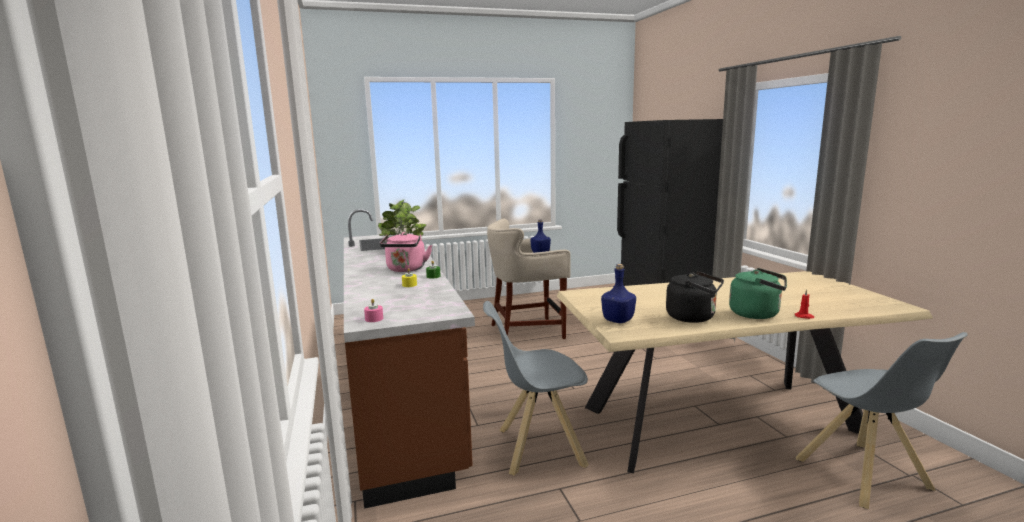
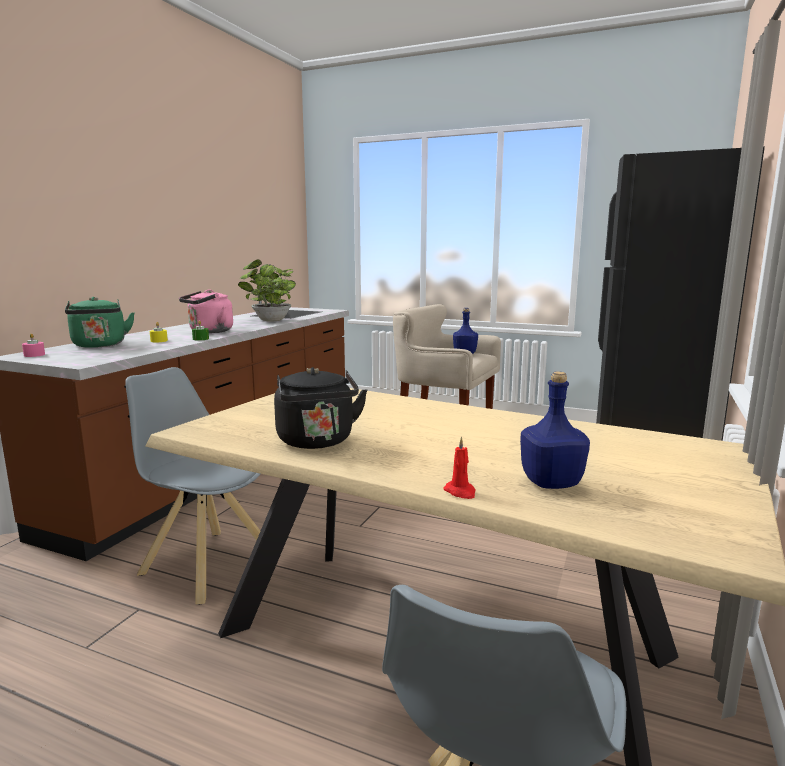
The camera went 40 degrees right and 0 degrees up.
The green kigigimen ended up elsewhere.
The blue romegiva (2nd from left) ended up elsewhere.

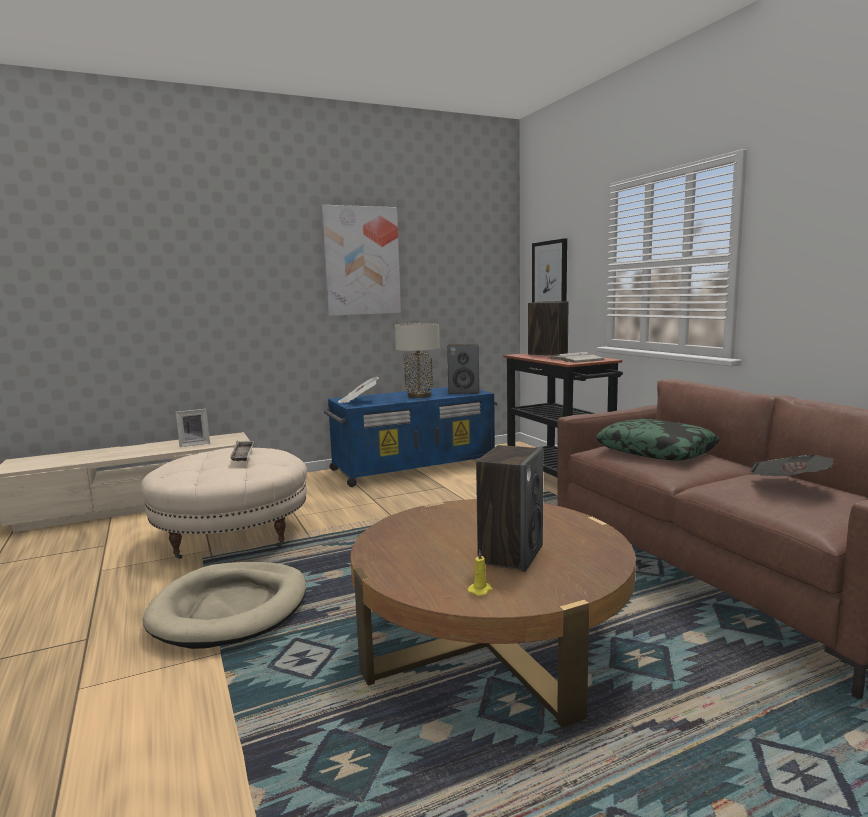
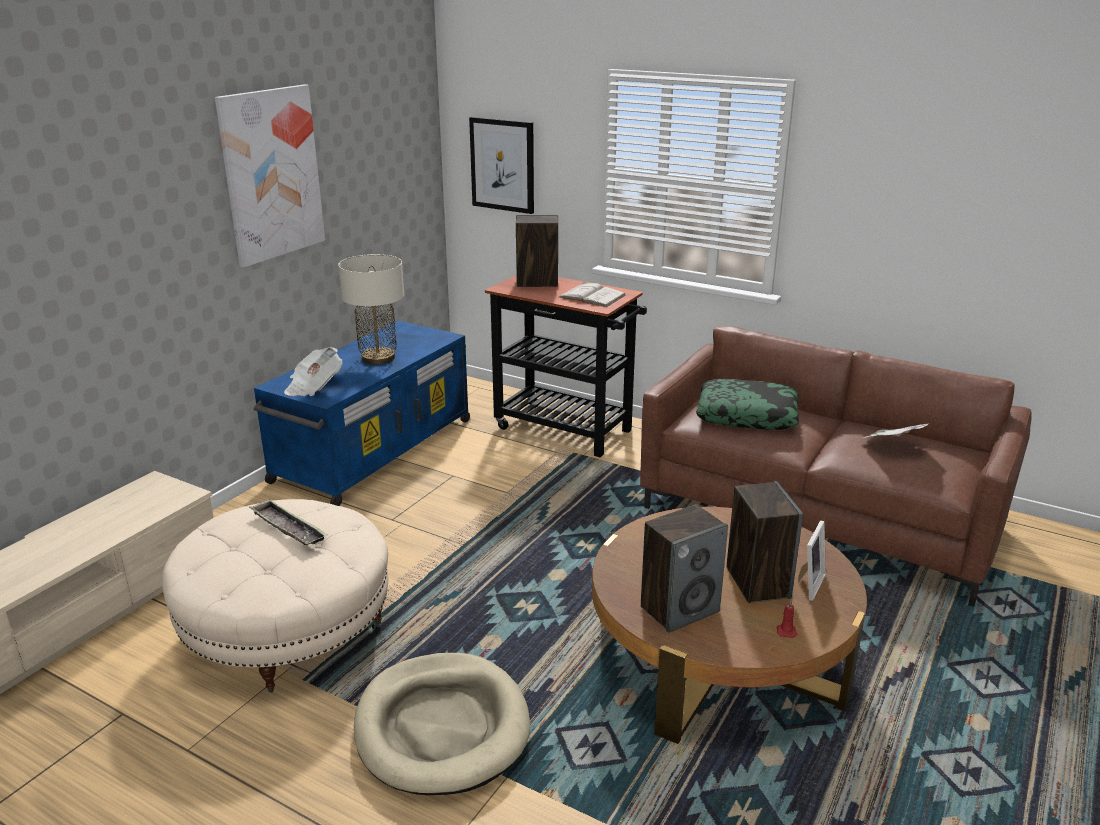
The camera went 35 degrees left and 15 degrees up.
The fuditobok (1st from left in the first image) ended up elsewhere.
What was the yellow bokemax turned into the red bokemax.
The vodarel ended up elsewhere.

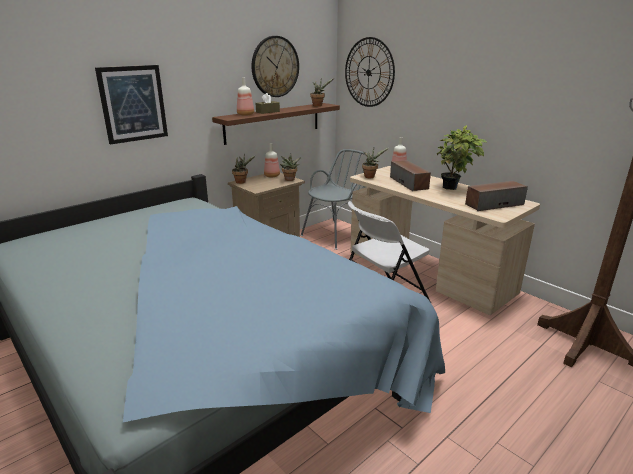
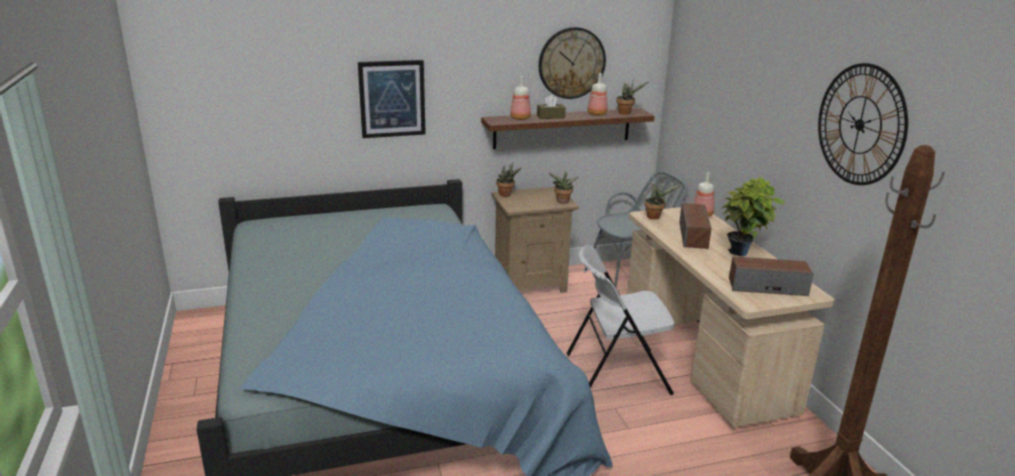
The camera went 25 degrees right and 0 degrees up.
The romegiva (2nd from left) ended up elsewhere.
The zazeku (2nd from left) ended up elsewhere.

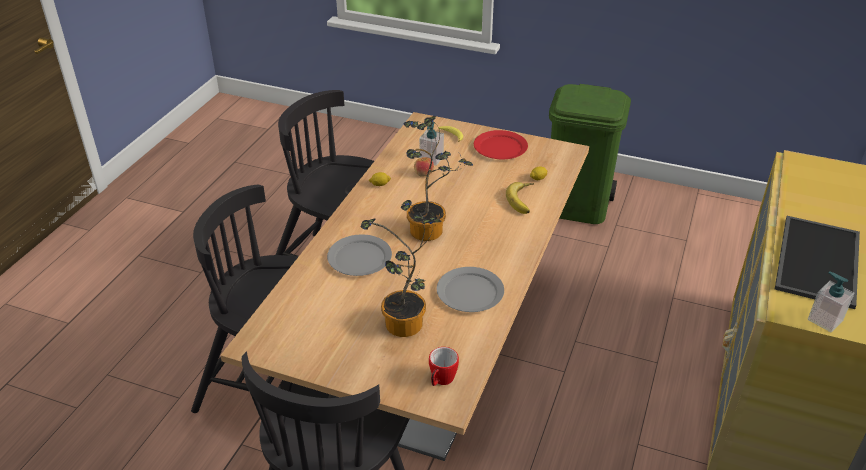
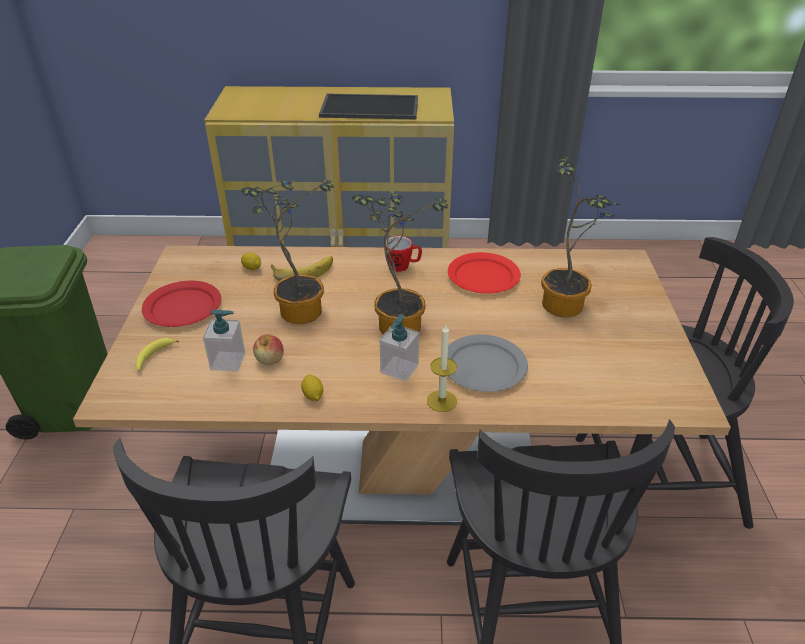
The camera went 110 degrees left and 0 degrees up.
The second view gained the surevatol (1st from left).
The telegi (2nd from left) ended up elsewhere.
The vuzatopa ended up elsewhere.
The second view gained the bokemax.
What was the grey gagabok (2nd from left) turned into the red gagabok (2nd from left).

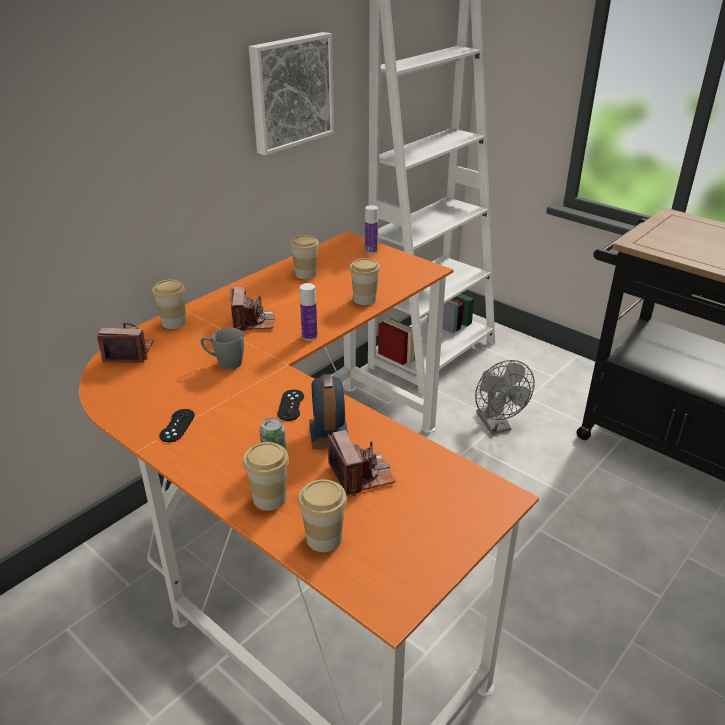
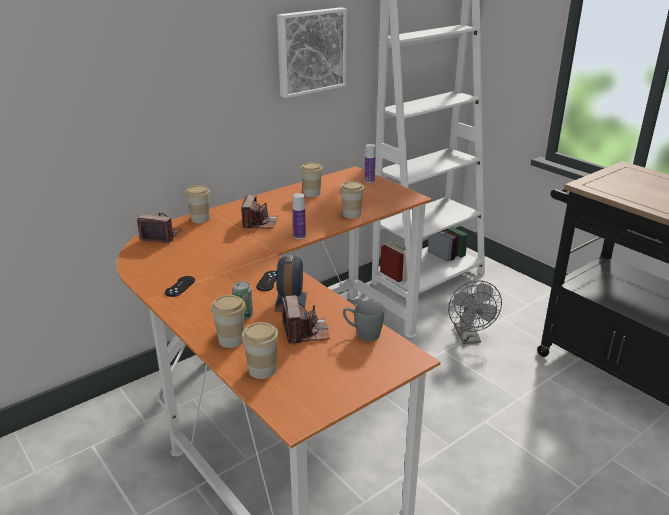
The camera went 10 degrees right and 5 degrees down.
The grey vuzatopa ended up elsewhere.

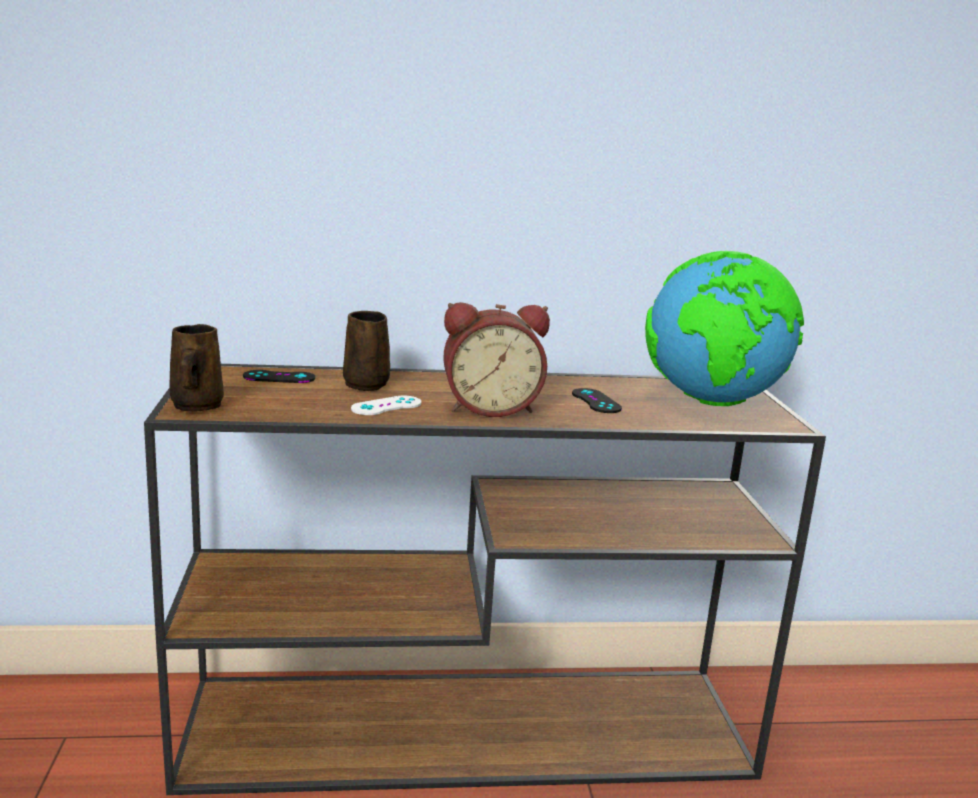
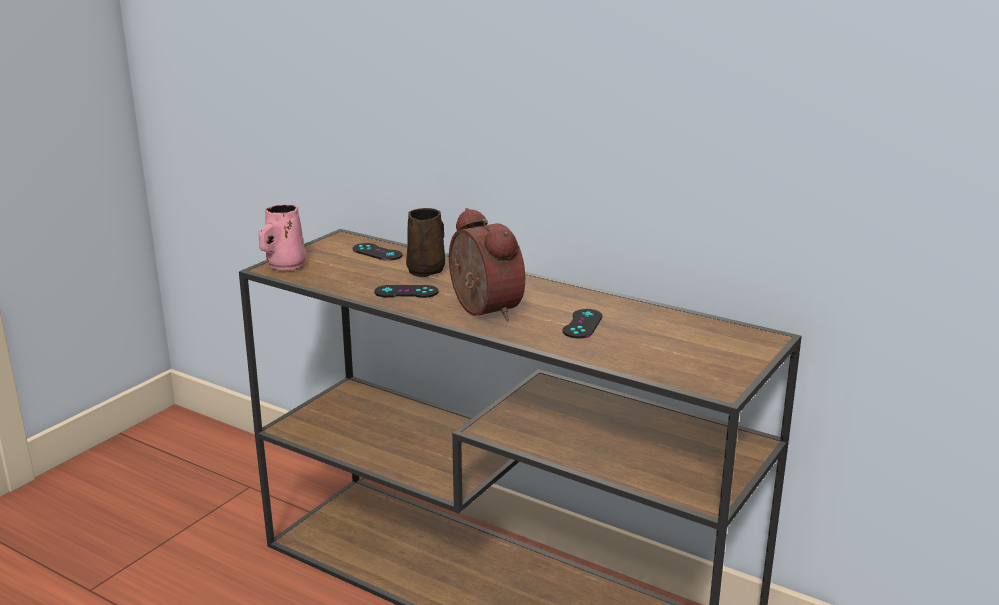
The camera went 40 degrees right and 5 degrees up.
What was the brown vuzatopa (1st from left) turned into the pink vuzatopa.
What was the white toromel turned into the black toromel (2nd from left).
The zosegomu ended up facing another way, 150 degrees counterclockwise from before.
The second view lost the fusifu.

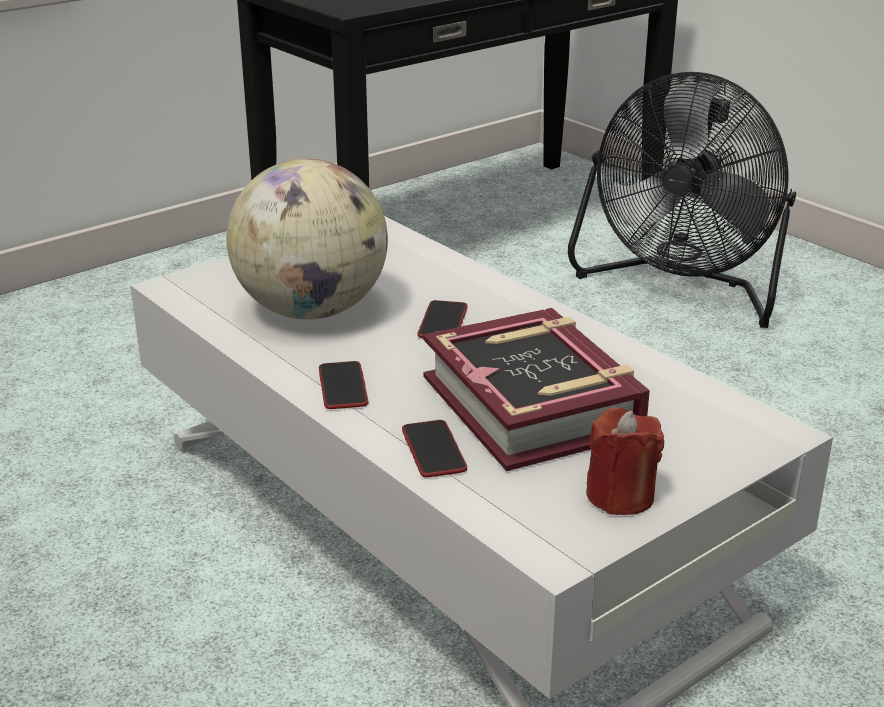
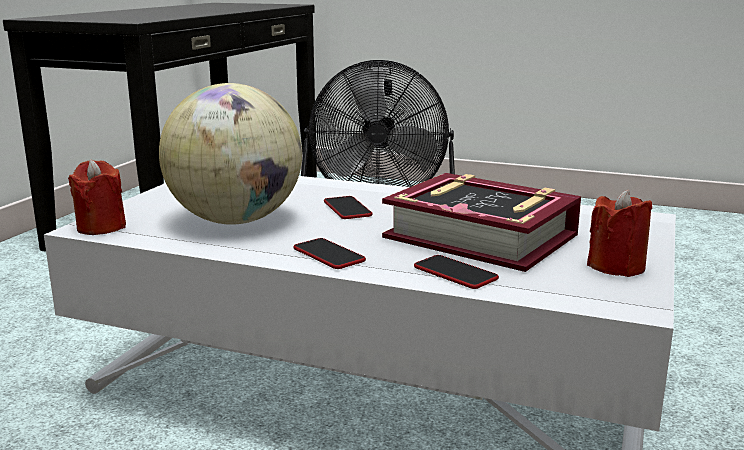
The camera went 30 degrees left and 10 degrees down.
The second view gained the red bokemax (1st from left).

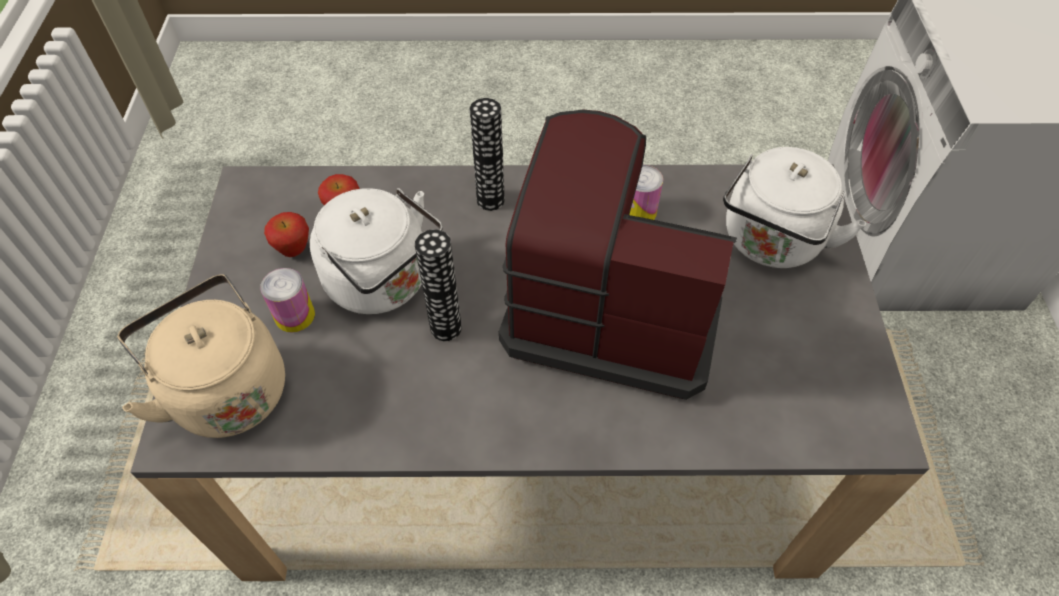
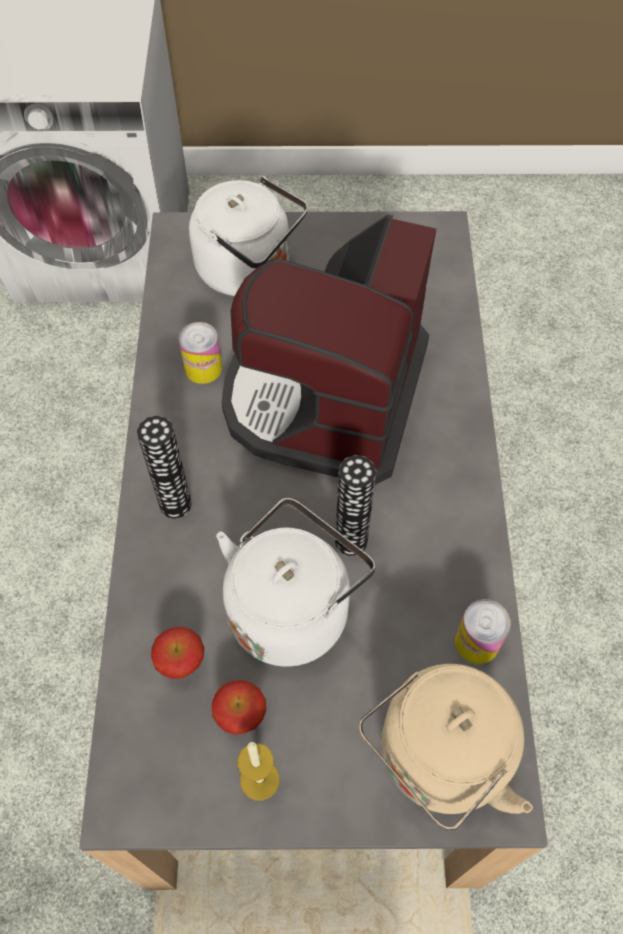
The camera went 90 degrees left and 5 degrees up.
The second view gained the bokemax.
The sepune (1st from left in the first image) ended up elsewhere.

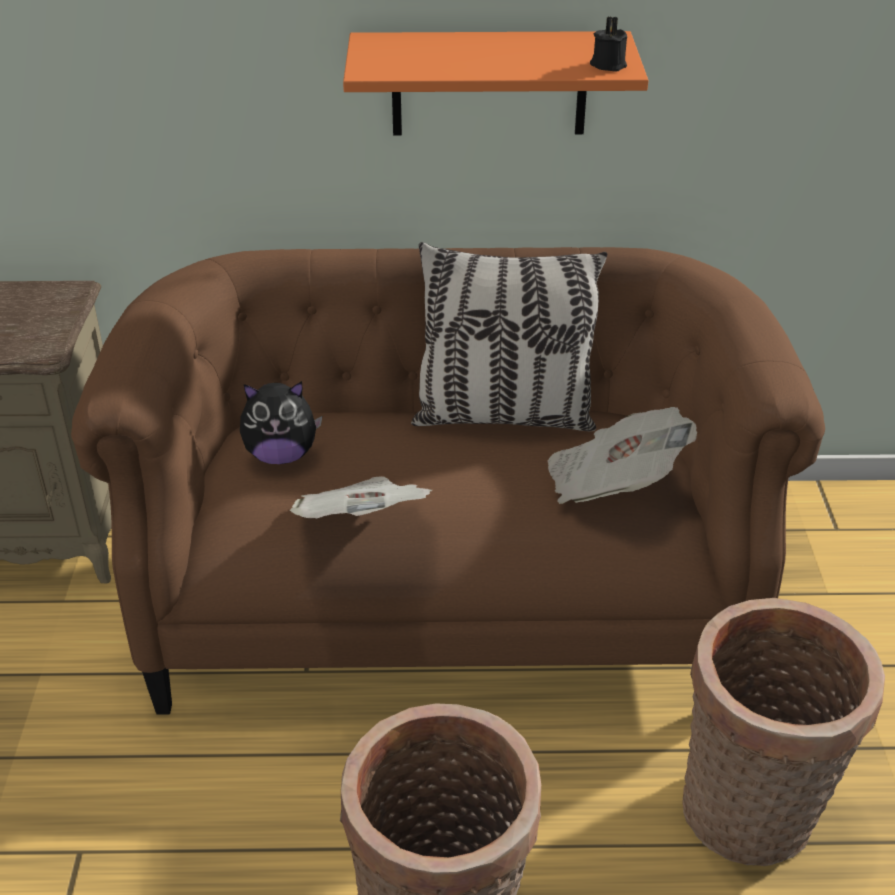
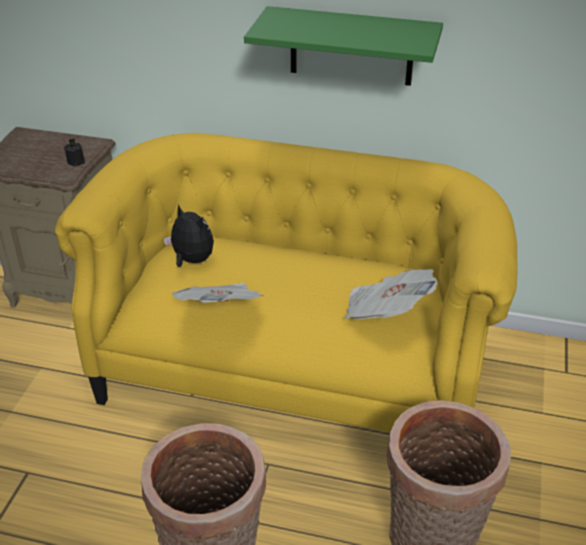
The camera went 15 degrees right and 0 degrees up.
What was the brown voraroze turned into the yellow voraroze.
The black bokemax ended up elsewhere.
The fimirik ended up facing another way, 150 degrees counterclockwise from before.
What was the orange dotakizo turned into the green dotakizo.
The second view lost the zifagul.

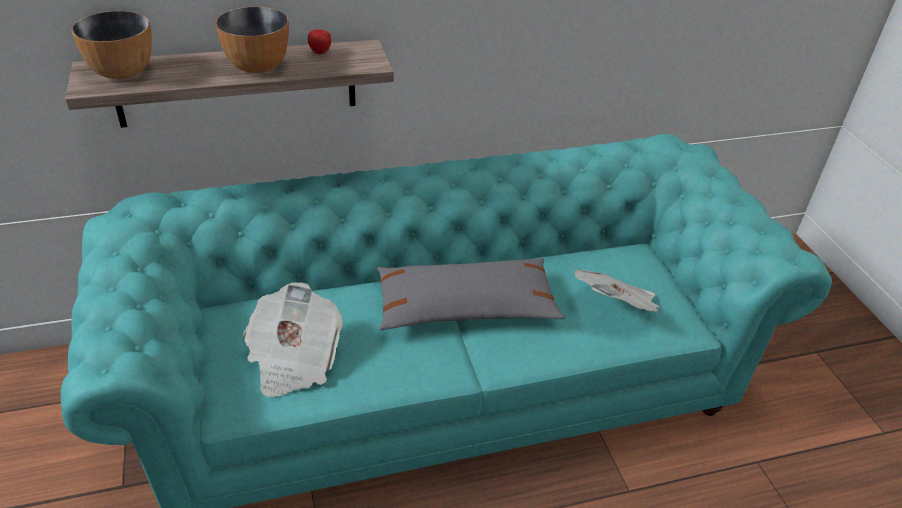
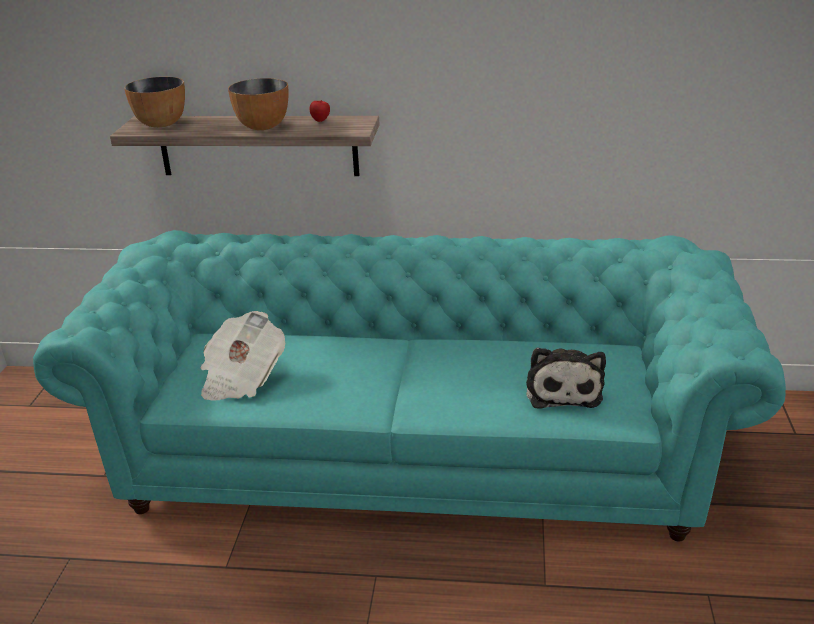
The camera went 25 degrees right and 10 degrees down.
Where the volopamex (2nd from left) stood, the fimirik came to stand.
The second view lost the grey zifagul.

